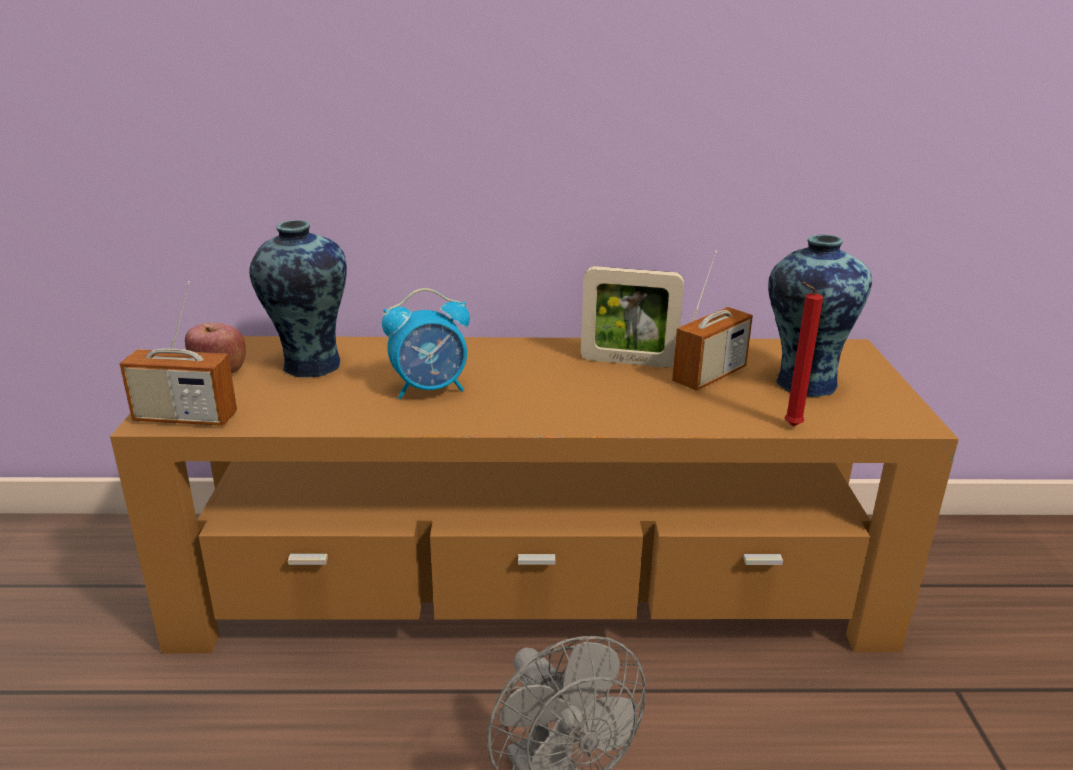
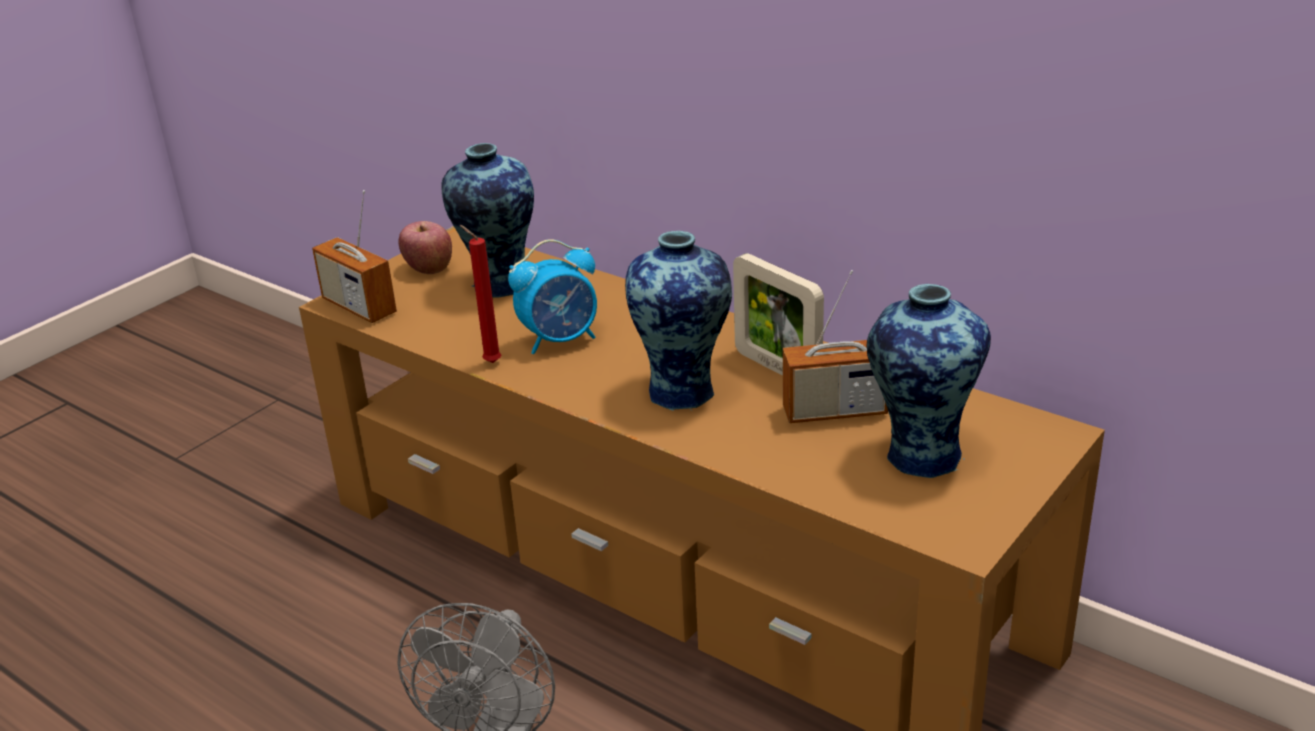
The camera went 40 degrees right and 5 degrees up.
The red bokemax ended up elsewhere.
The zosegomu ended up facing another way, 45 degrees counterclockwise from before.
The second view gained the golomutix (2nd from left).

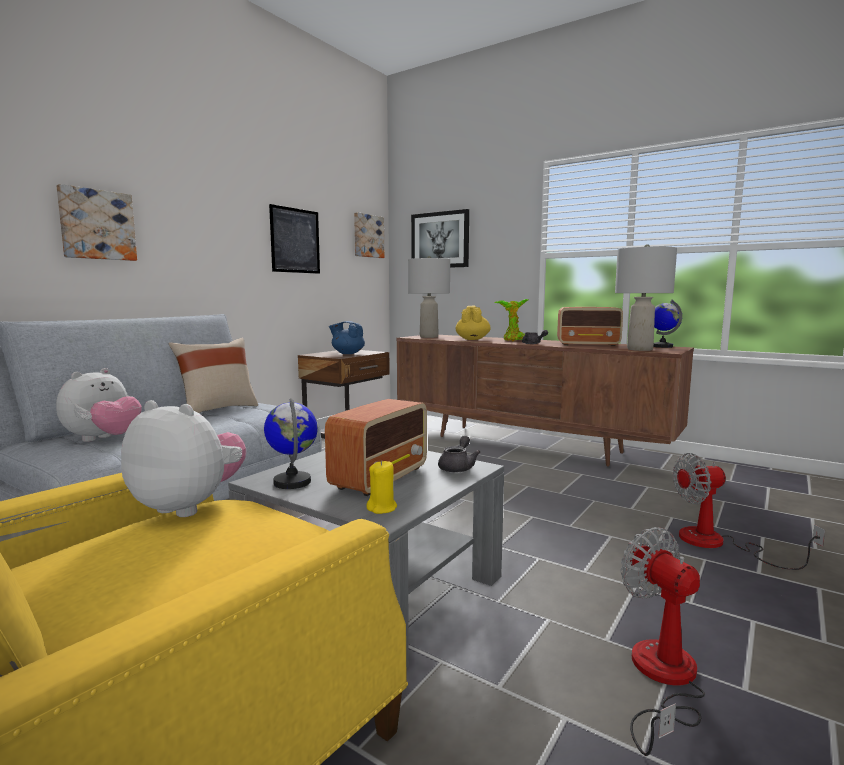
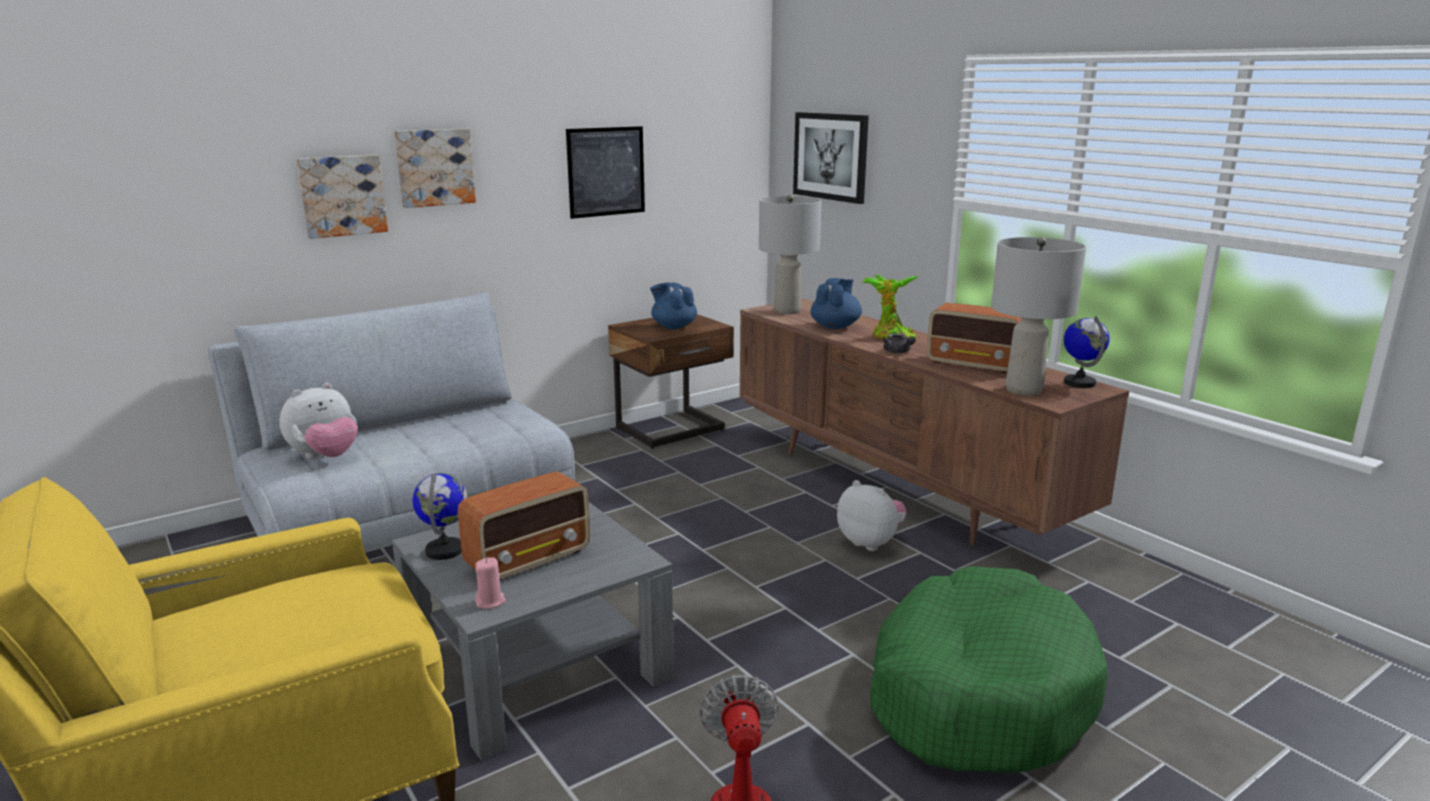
The camera went 20 degrees right and 10 degrees up.
The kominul (3rd from left in the first image) ended up elsewhere.
What was the yellow bokemax turned into the pink bokemax.
What was the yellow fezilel turned into the blue fezilel (2nd from left).
The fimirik (2nd from left) ended up elsewhere.
Where the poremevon (2nd from left) stood, the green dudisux came to stand.
The second view lost the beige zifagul.
The second view lost the grey fezilel (1st from left).

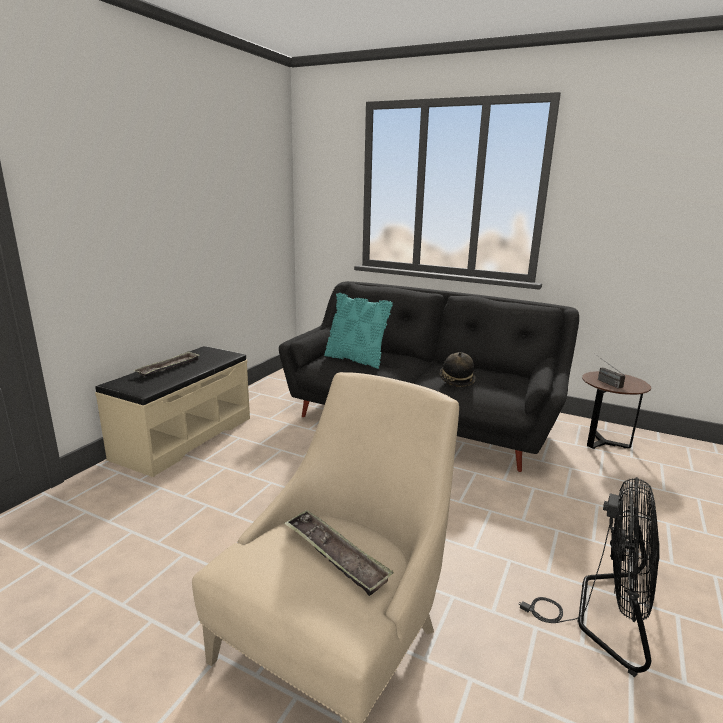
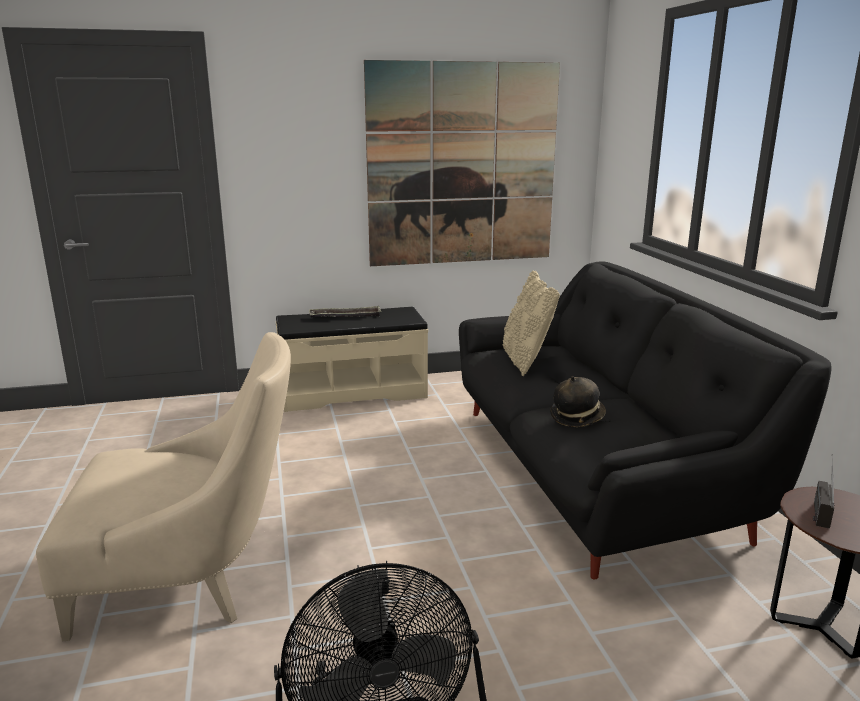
The camera went 50 degrees right and 0 degrees up.
The second view gained the kominul.
What was the turquoise zifagul turned into the beige zifagul.
The second view lost the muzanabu (2nd from left).

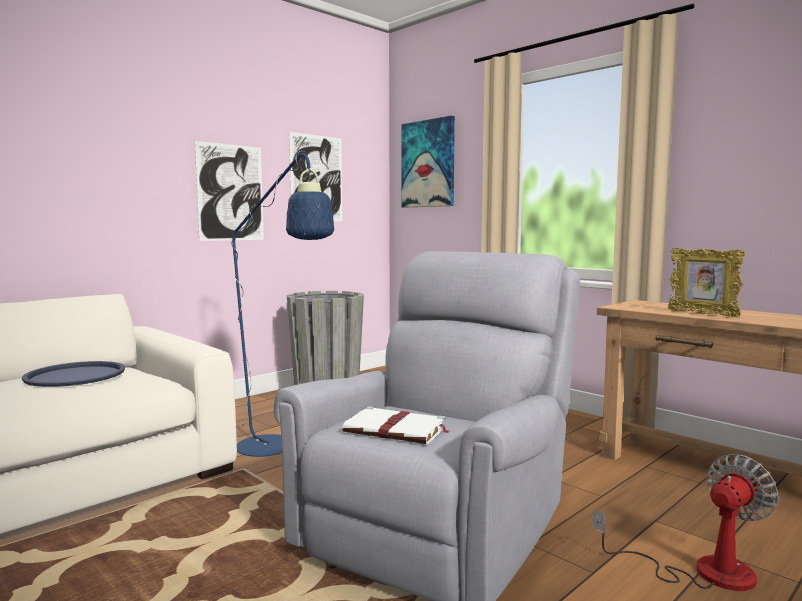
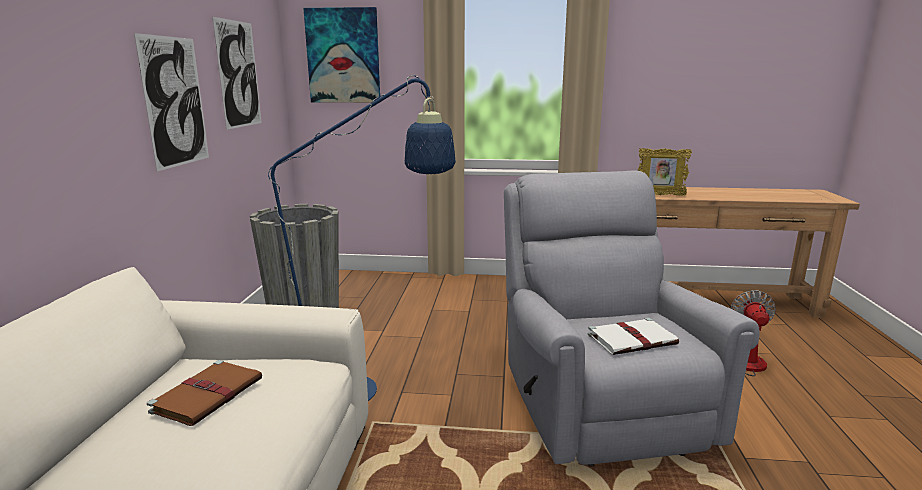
The camera went 40 degrees left and 10 degrees up.
Where the blue muzanabu stood, the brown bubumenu came to stand.

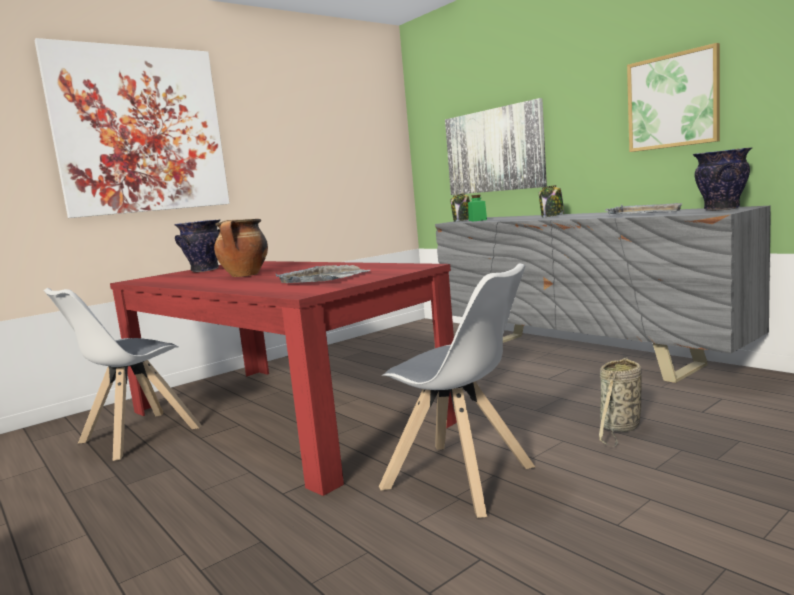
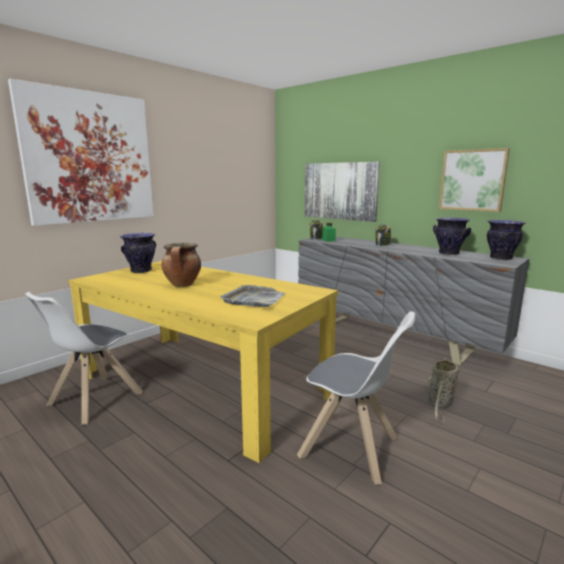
The camera went 10 degrees left and 5 degrees up.
What was the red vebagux turned into the yellow vebagux.
Where the grey muzanabu (2nd from left) stood, the golomutix (2nd from left) came to stand.

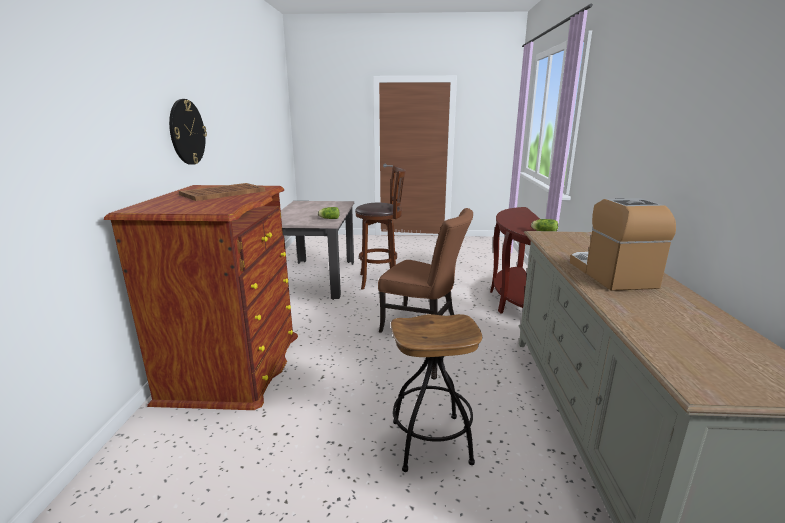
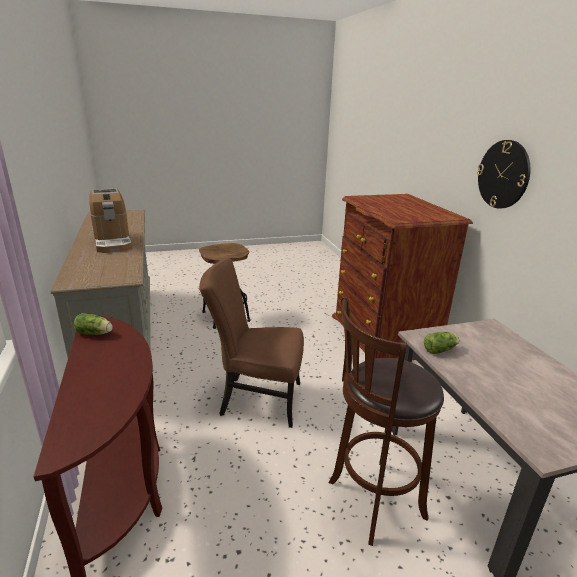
The camera went 160 degrees right and 5 degrees up.
The second view lost the brown muzanabu.

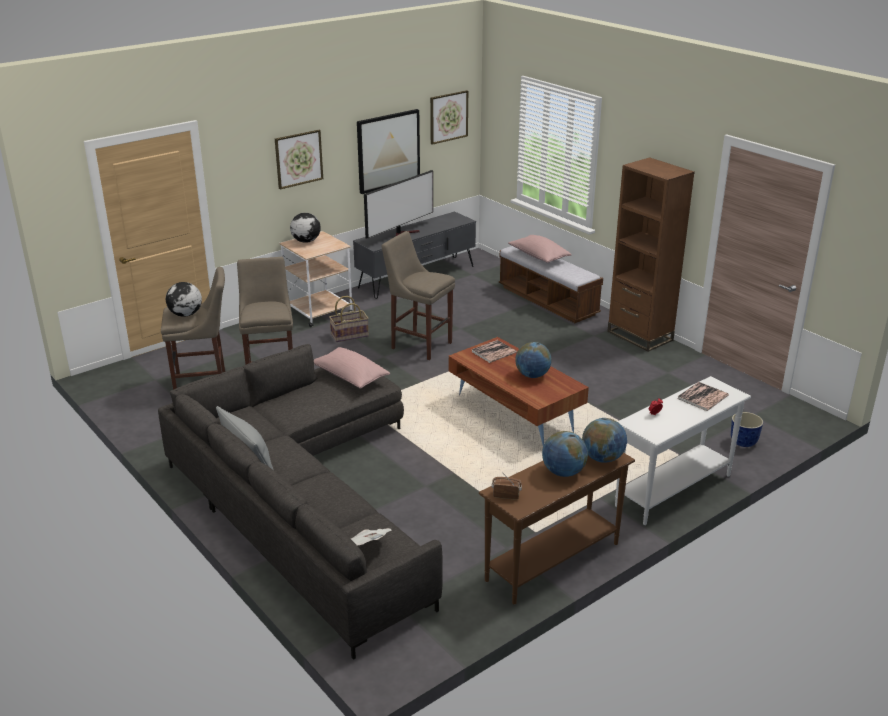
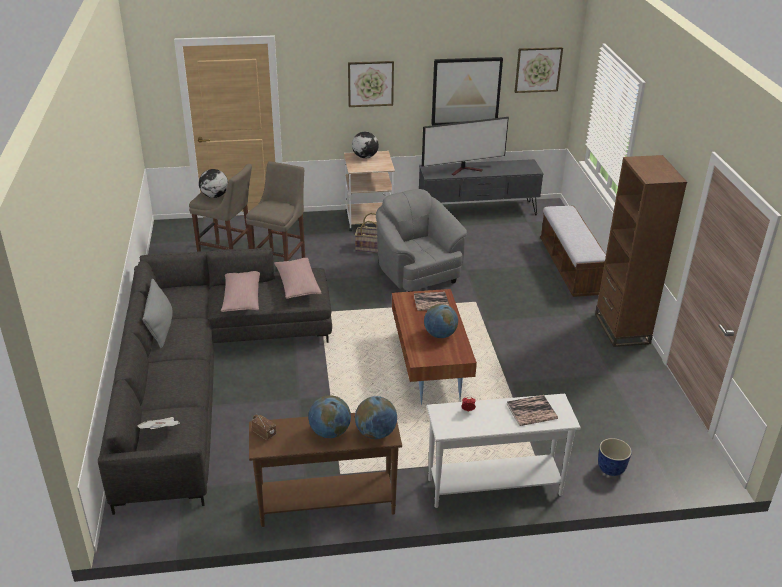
The camera went 30 degrees right and 5 degrees up.
The pink zifagul (2nd from left in the first image) ended up elsewhere.
Where the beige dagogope (3rd from left) stood, the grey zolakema came to stand.

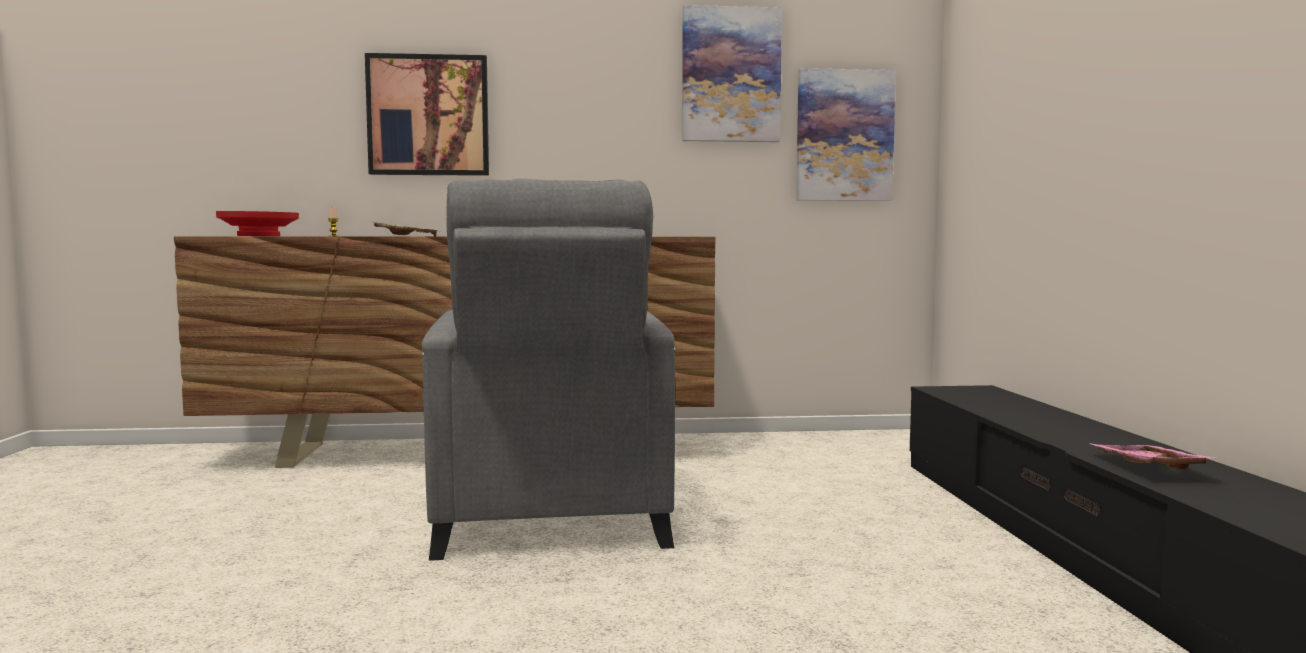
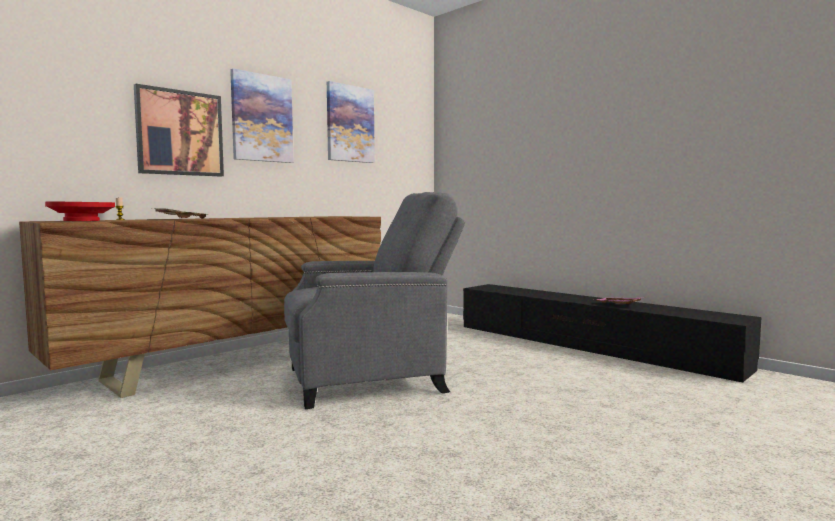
The camera went 40 degrees left and 0 degrees up.
The kominul (3rd from left in the first image) ended up elsewhere.
The grey zolakema ended up facing another way, 60 degrees counterclockwise from before.

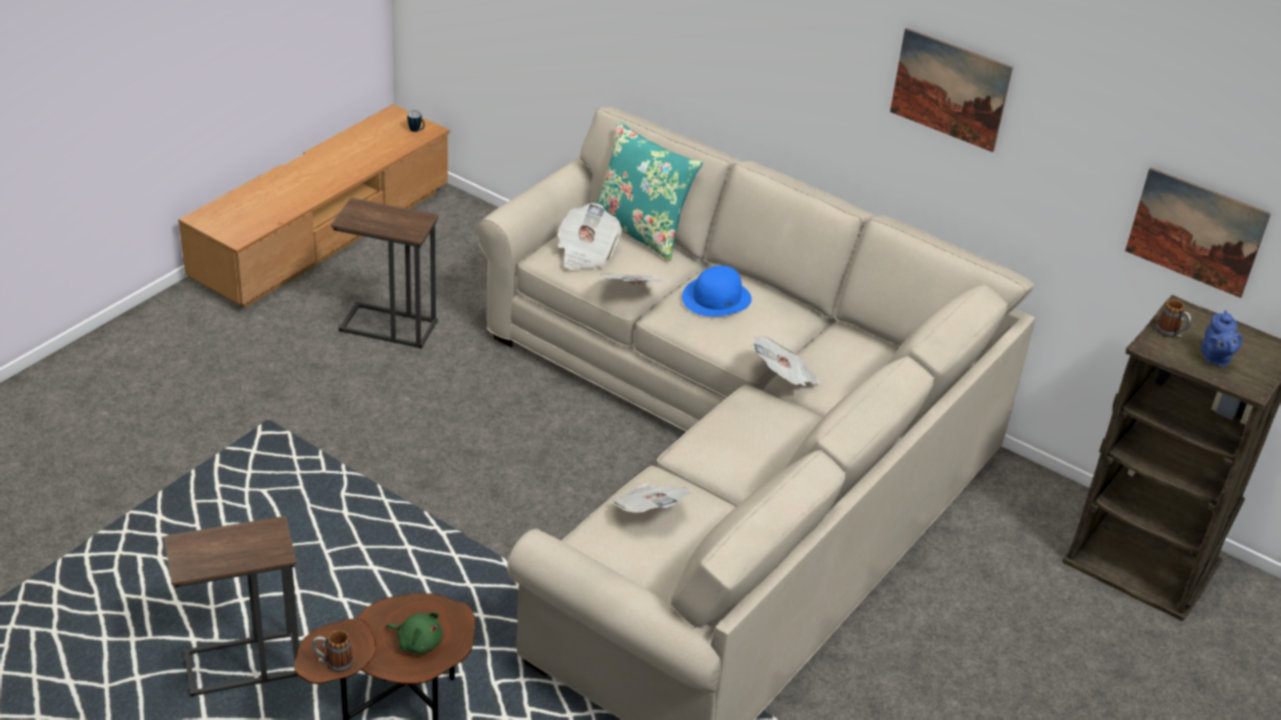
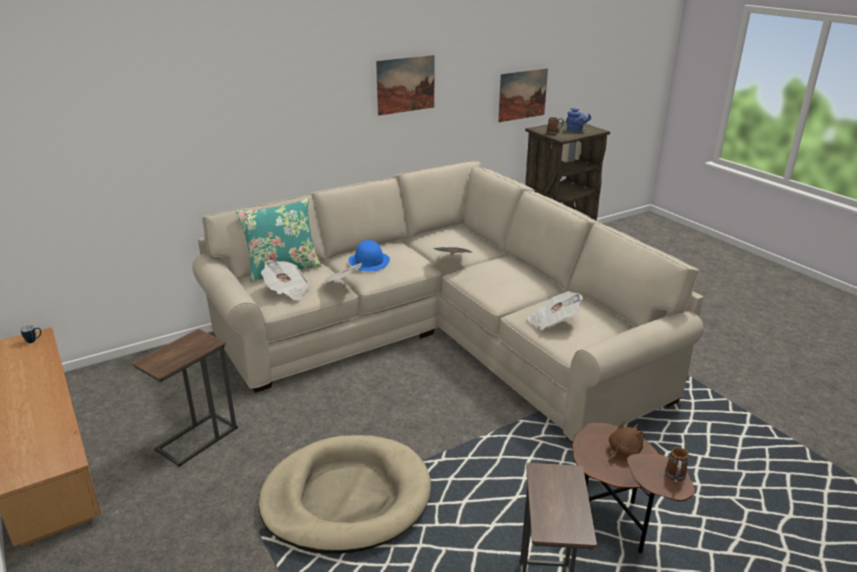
The camera went 65 degrees left and 10 degrees down.
The second view gained the beige dudisux.
What was the green fimirik turned into the brown fimirik.

